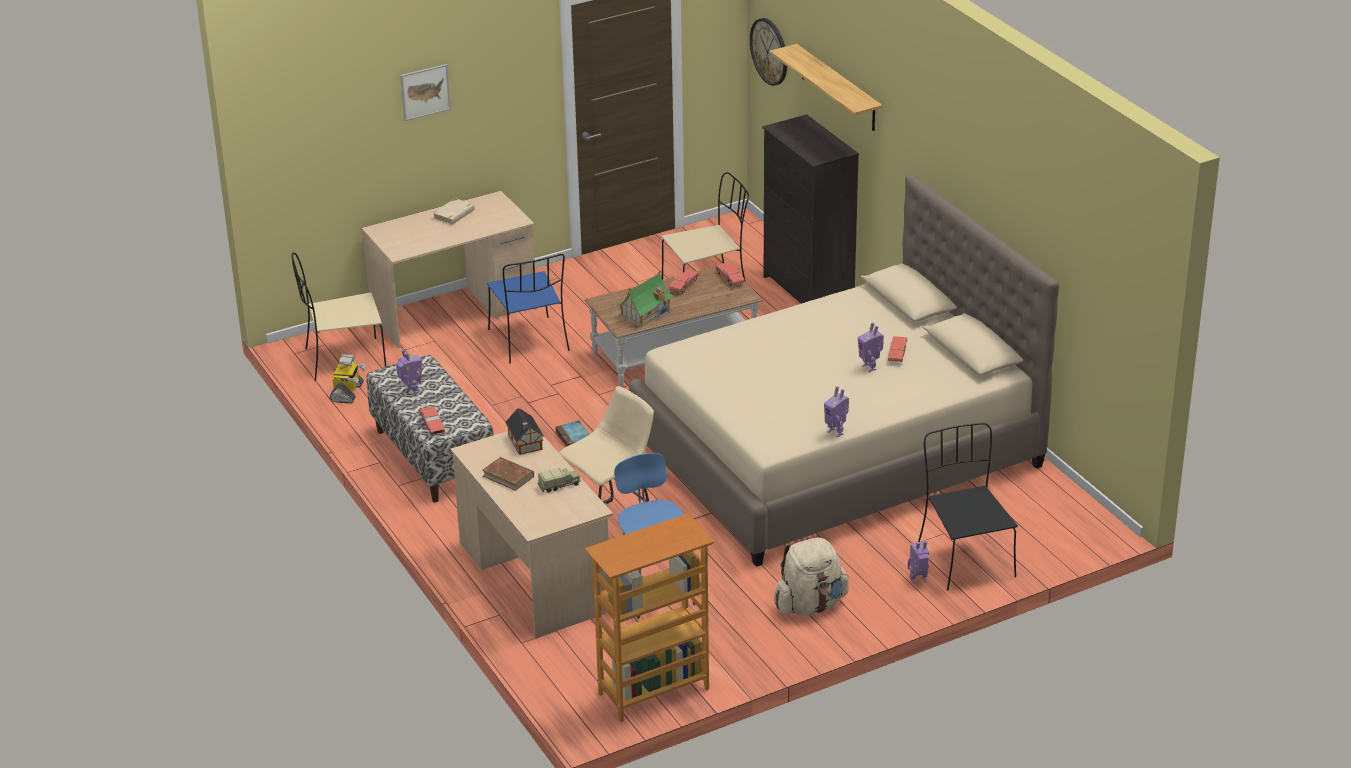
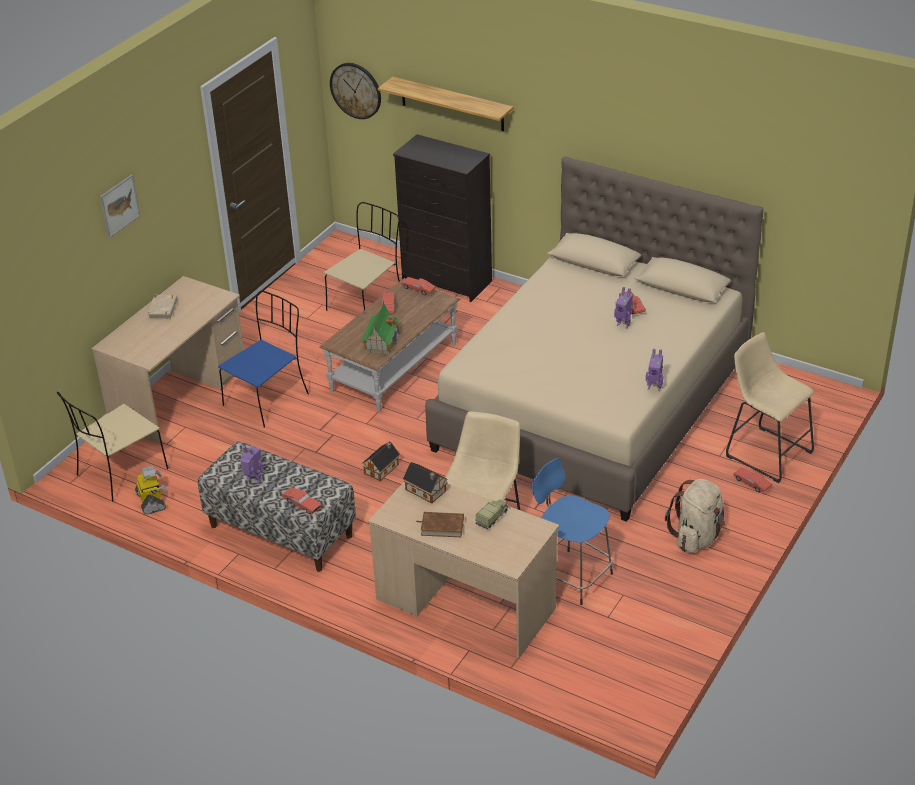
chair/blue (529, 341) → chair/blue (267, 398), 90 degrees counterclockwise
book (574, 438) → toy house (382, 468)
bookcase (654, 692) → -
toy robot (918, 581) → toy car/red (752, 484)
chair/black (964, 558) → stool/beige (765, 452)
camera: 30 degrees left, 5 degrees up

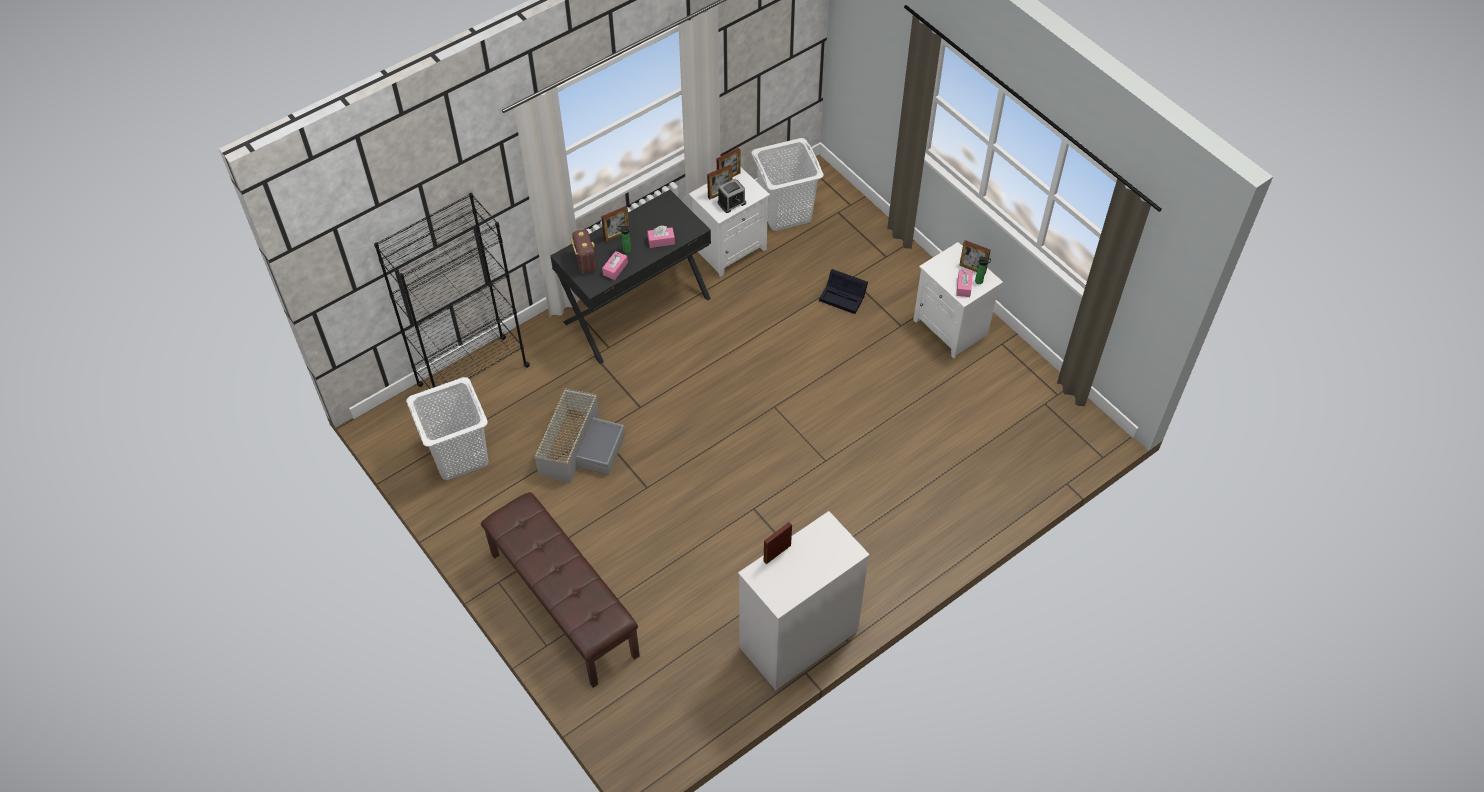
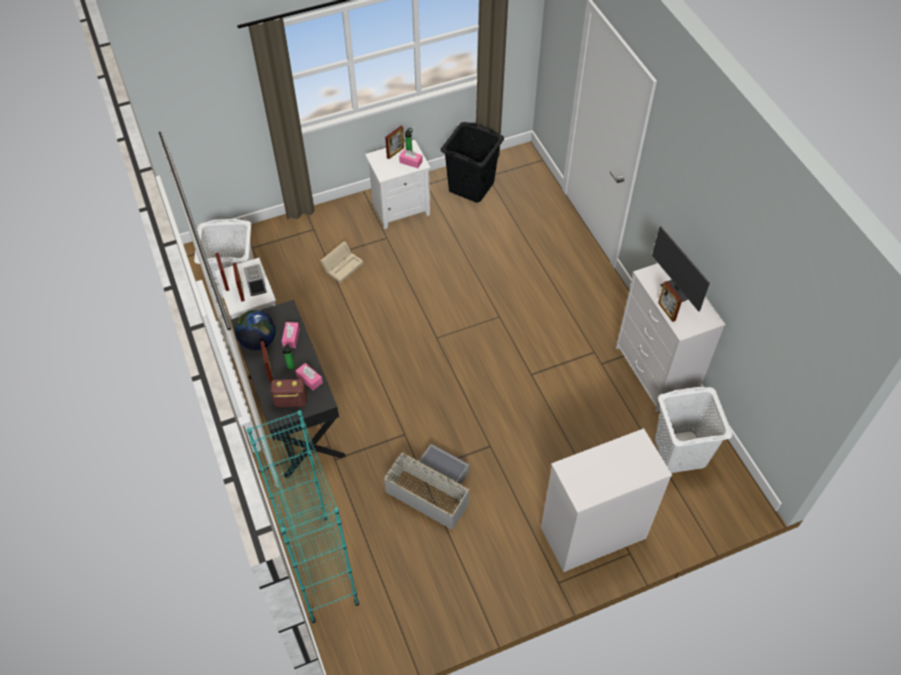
bookcase/black (473, 376) → bookcase/turquoise (319, 569)
laundry basket/white (458, 455) → laundry basket/white (680, 452), move
bench/brown (562, 604) → dresser/white (592, 533)
storage box/black (844, 297) → storage box/beige (343, 265)
- → globe (258, 341)
- → laundry basket/black (471, 186)
- → monitor (676, 291)
camera: 75 degrees left, 0 degrees up

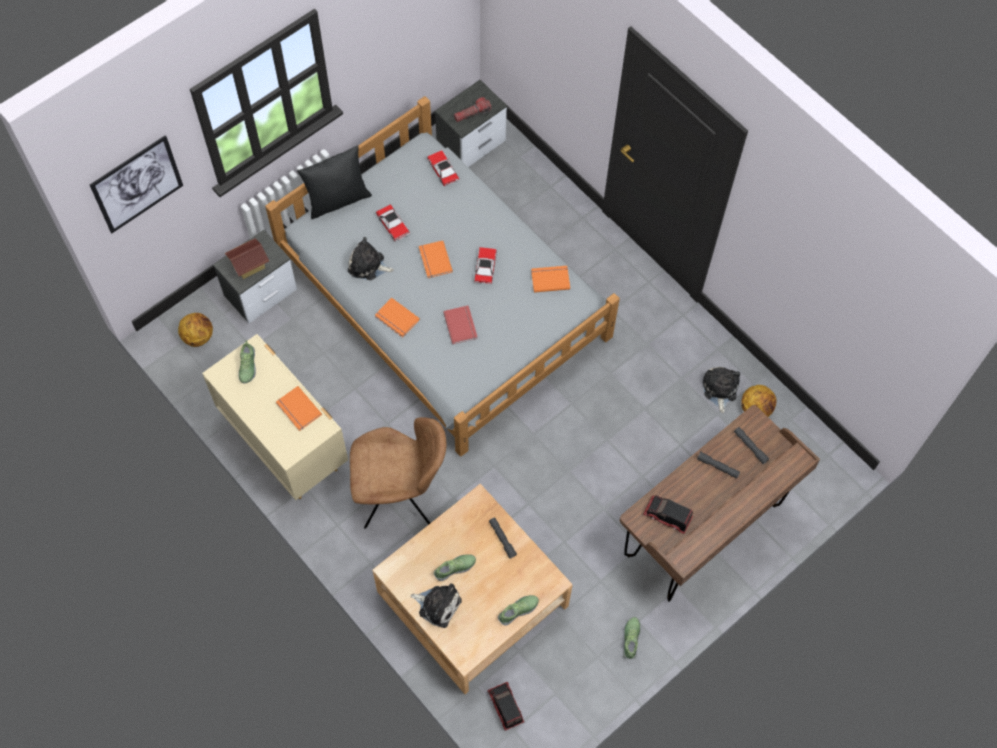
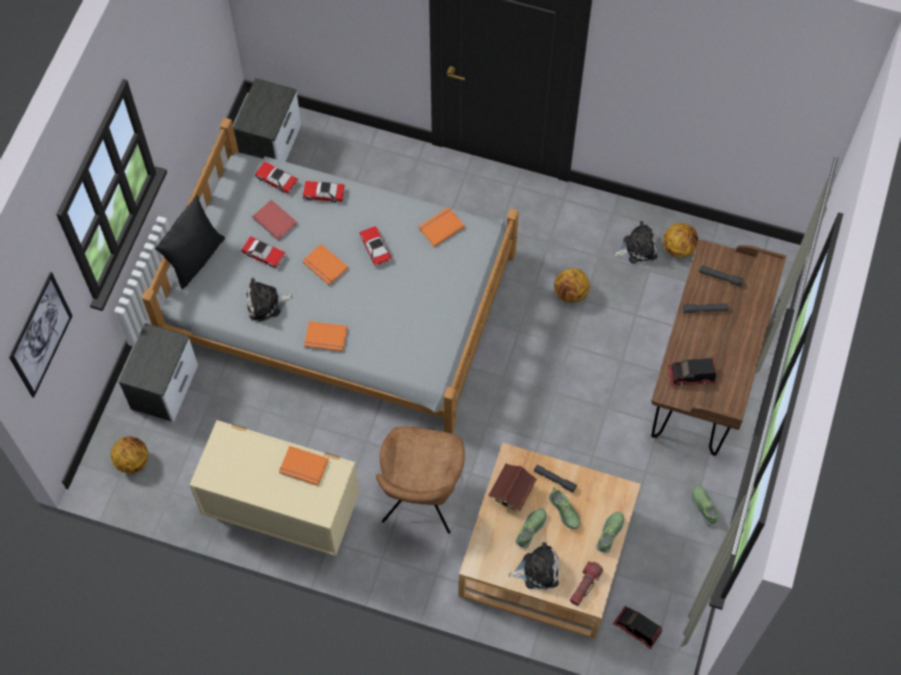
toy house (250, 266) → toy house (512, 494), move
shoe (247, 366) → shoe (564, 511), move
chair/brown (399, 495) → chair/brown (421, 499), 135 degrees clockwise
book/red (461, 325) → book/red (275, 220), move
flashlight (472, 114) → flashlight (585, 585), move
plush toy (719, 389) → plush toy (637, 248), 105 degrees clockwise
- → toy car (323, 193)
- → basketball (570, 293)
camera: 30 degrees left, 0 degrees up

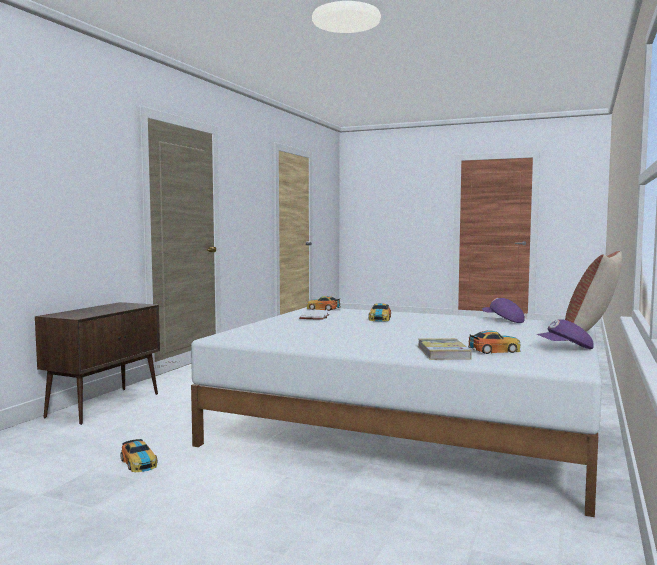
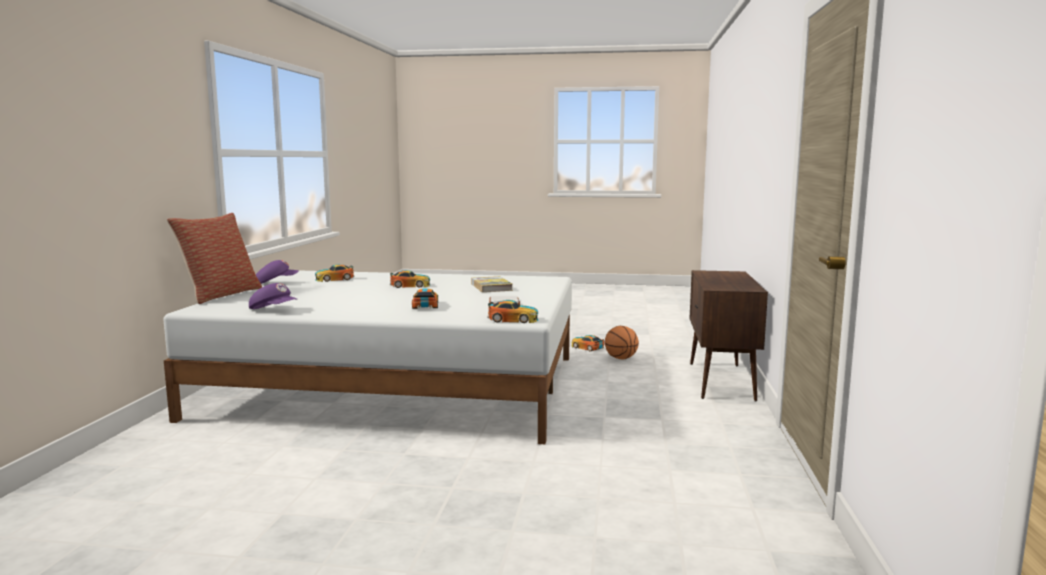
book (443, 352) → book (491, 287), move
- → toy car (410, 285)
- → basketball (621, 358)
camera: 165 degrees right, 5 degrees up

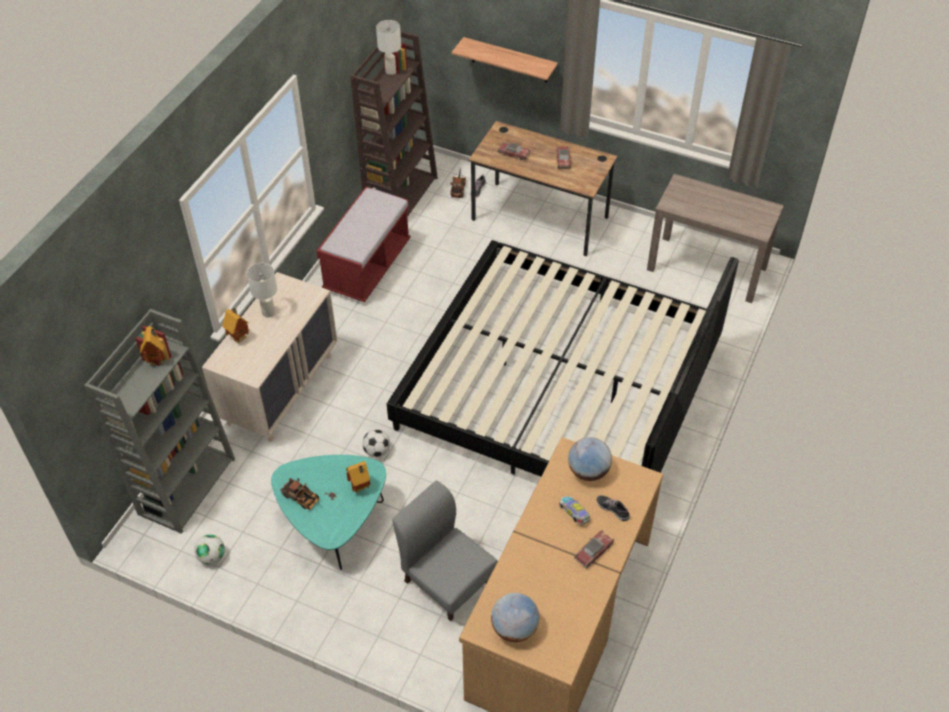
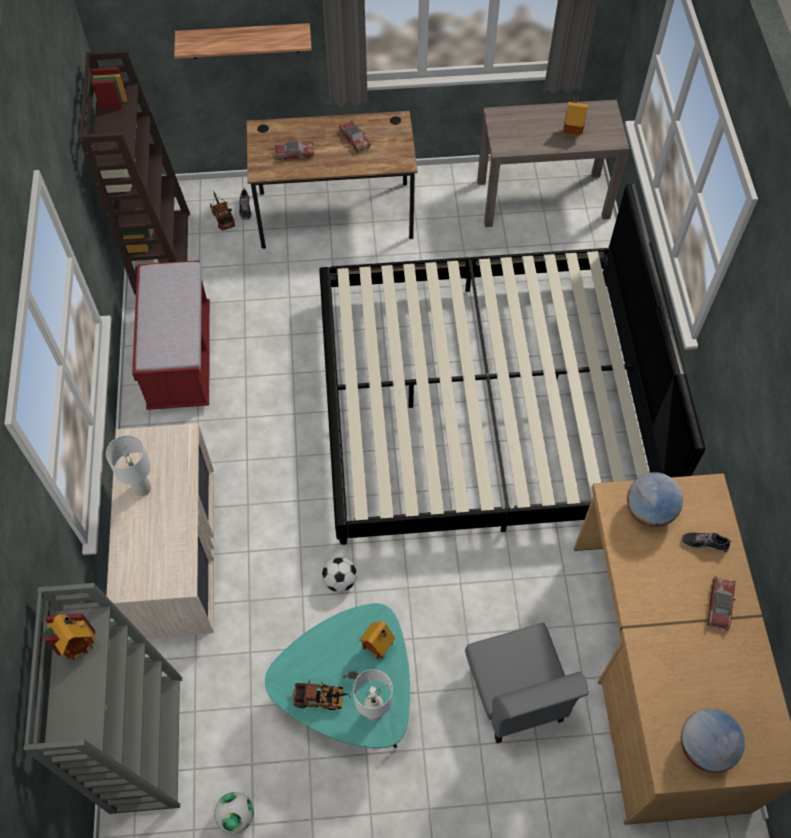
toy house (239, 337) → toy house (572, 133), move
table lamp/white (390, 71) → table lamp/white (374, 712), move
chair/grey (446, 580) → chair/grey (516, 694), 120 degrees counterclockwise
toy car (574, 513) → -
camera: 30 degrees left, 10 degrees up

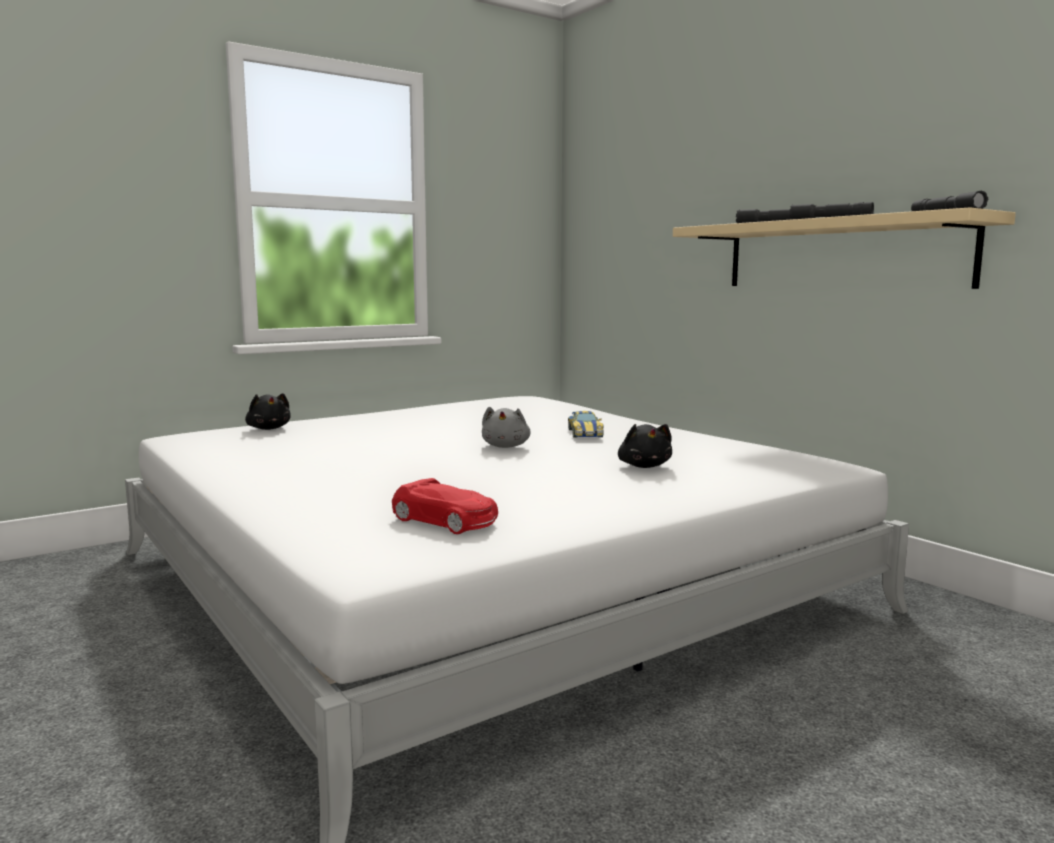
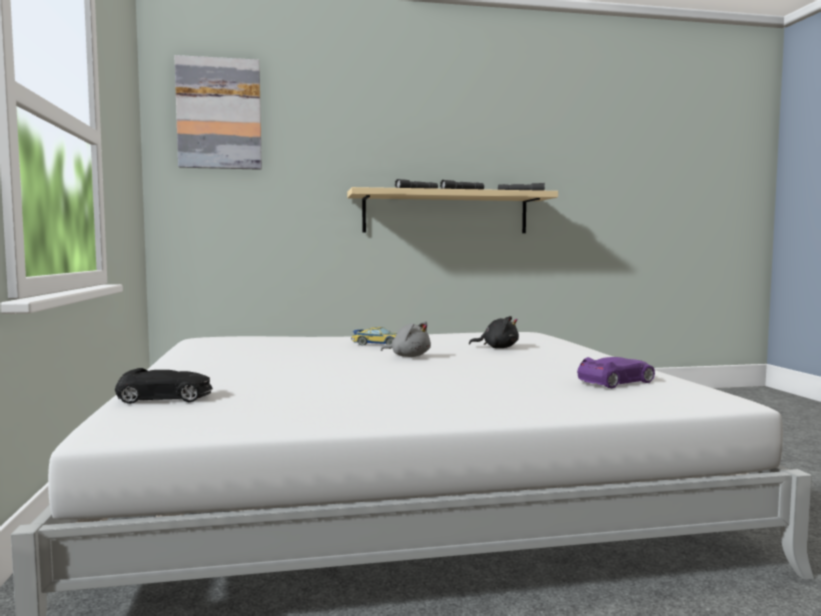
plush toy/black (269, 428) → toy car/black (166, 398)
toy car/red (446, 521) → toy car/purple (616, 382)
- → picture (219, 114)
camera: 65 degrees left, 5 degrees down

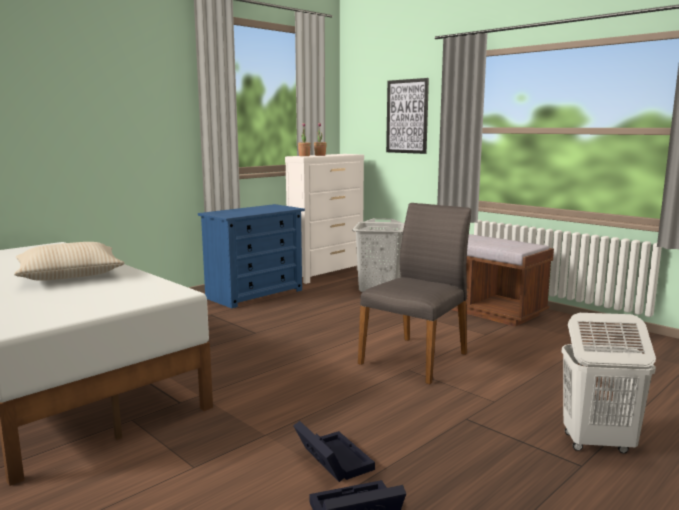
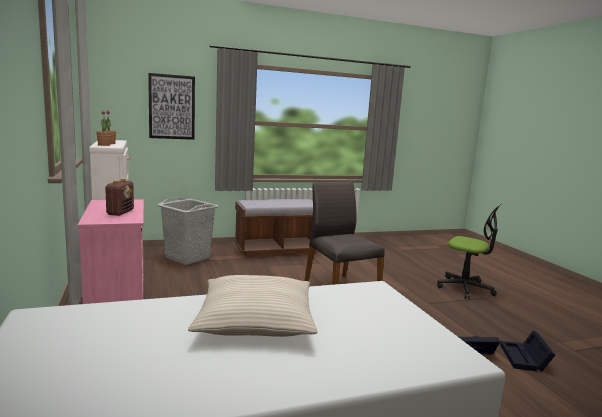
dresser/blue (255, 294) → dresser/pink (117, 299)
laundry basket/white (596, 443) → office chair (465, 288)
- → radio (120, 212)
camera: 65 degrees left, 0 degrees up

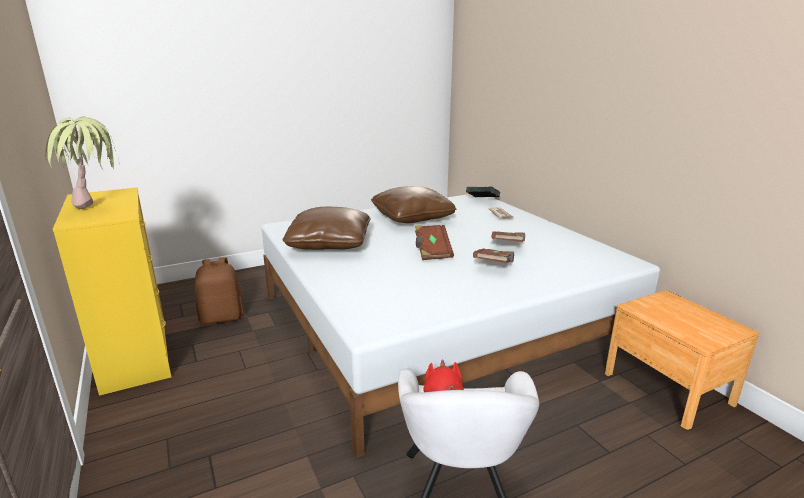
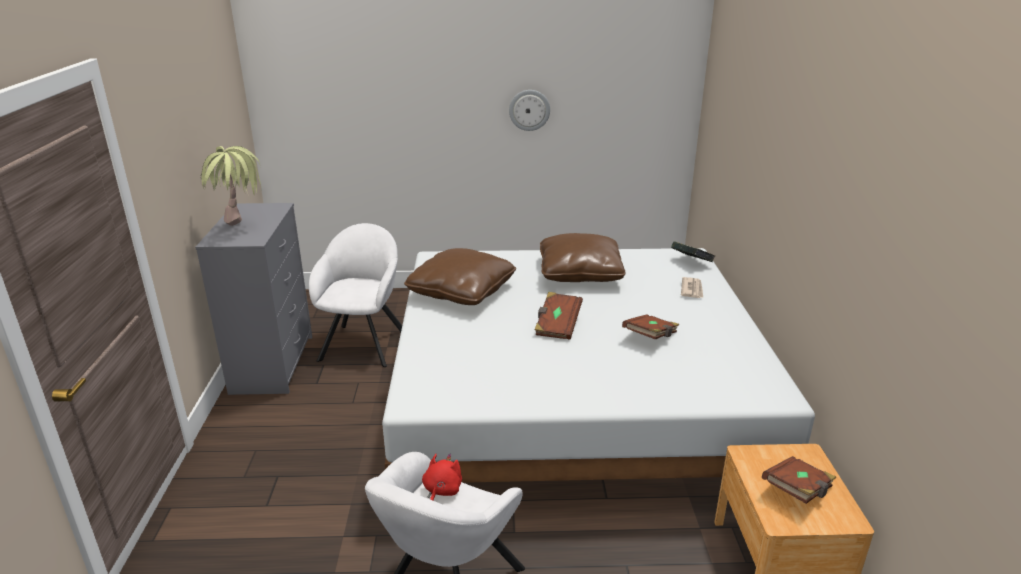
dresser/yellow (135, 355) → dresser/grey (273, 363)
backpack/brown (222, 317) → armchair/white (364, 342)
book/brown (494, 265) → book/brown (797, 491), move
- → wall clock (529, 110)
camera: 25 degrees right, 5 degrees up

